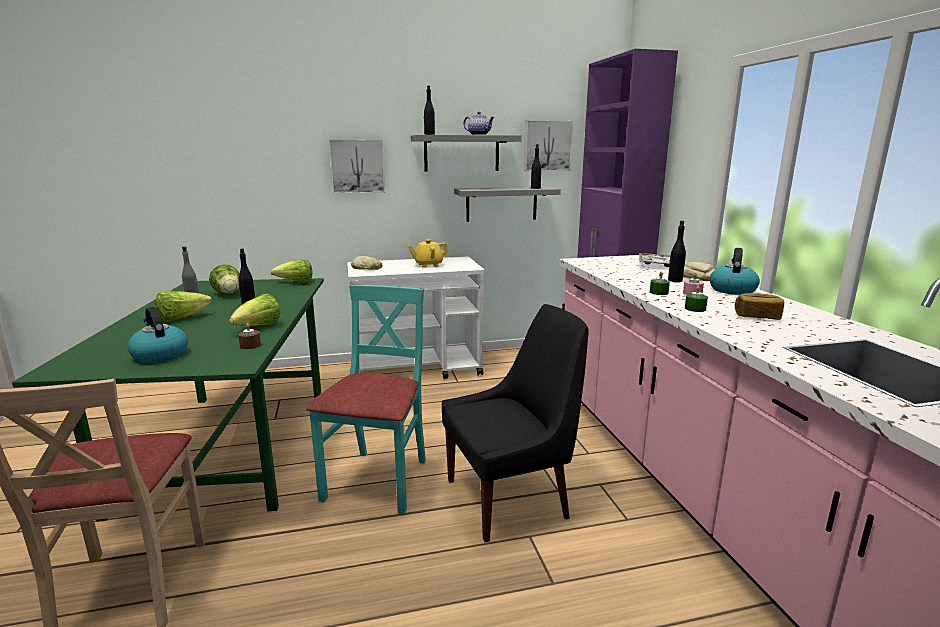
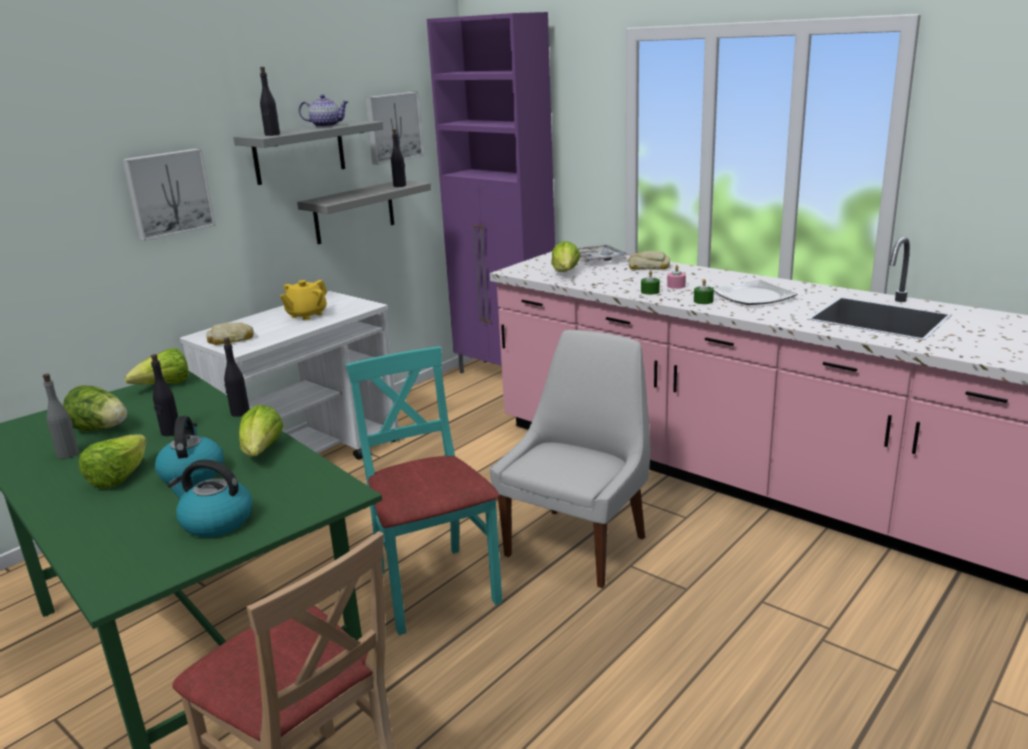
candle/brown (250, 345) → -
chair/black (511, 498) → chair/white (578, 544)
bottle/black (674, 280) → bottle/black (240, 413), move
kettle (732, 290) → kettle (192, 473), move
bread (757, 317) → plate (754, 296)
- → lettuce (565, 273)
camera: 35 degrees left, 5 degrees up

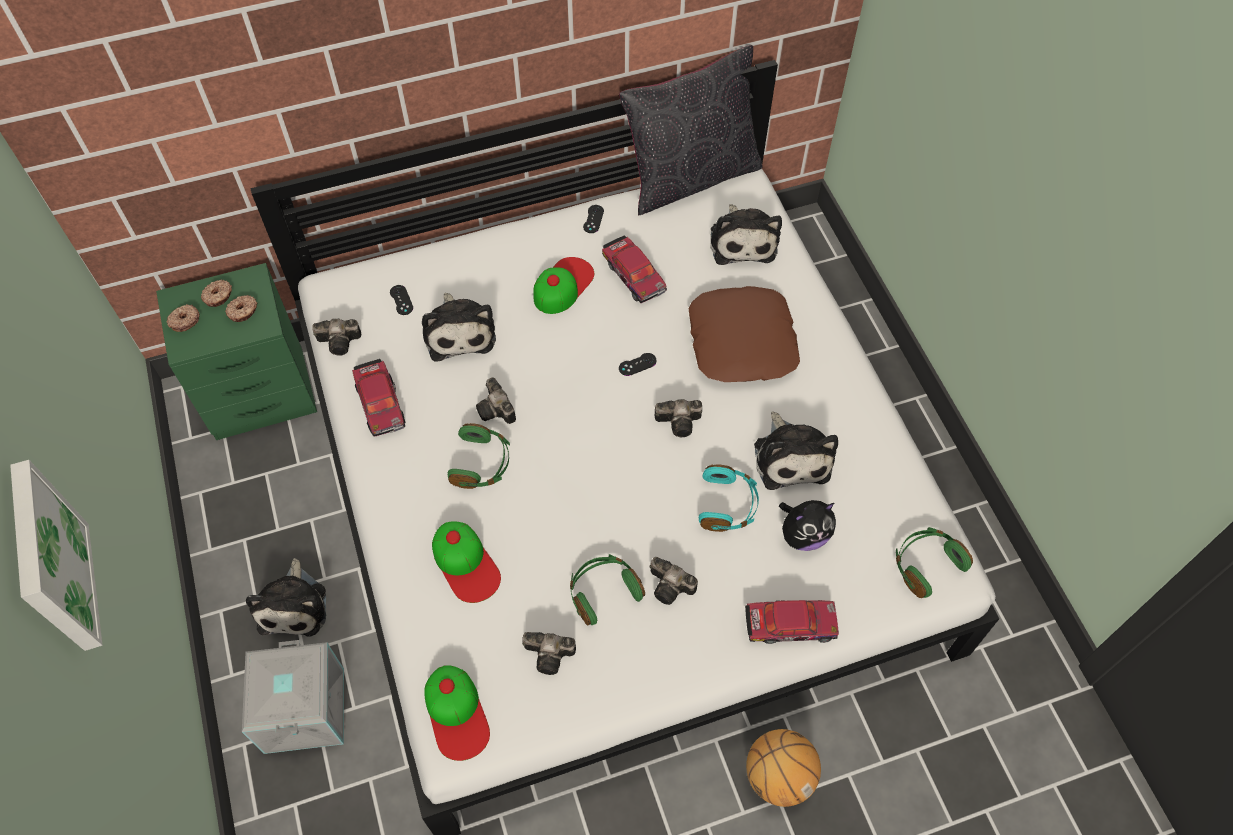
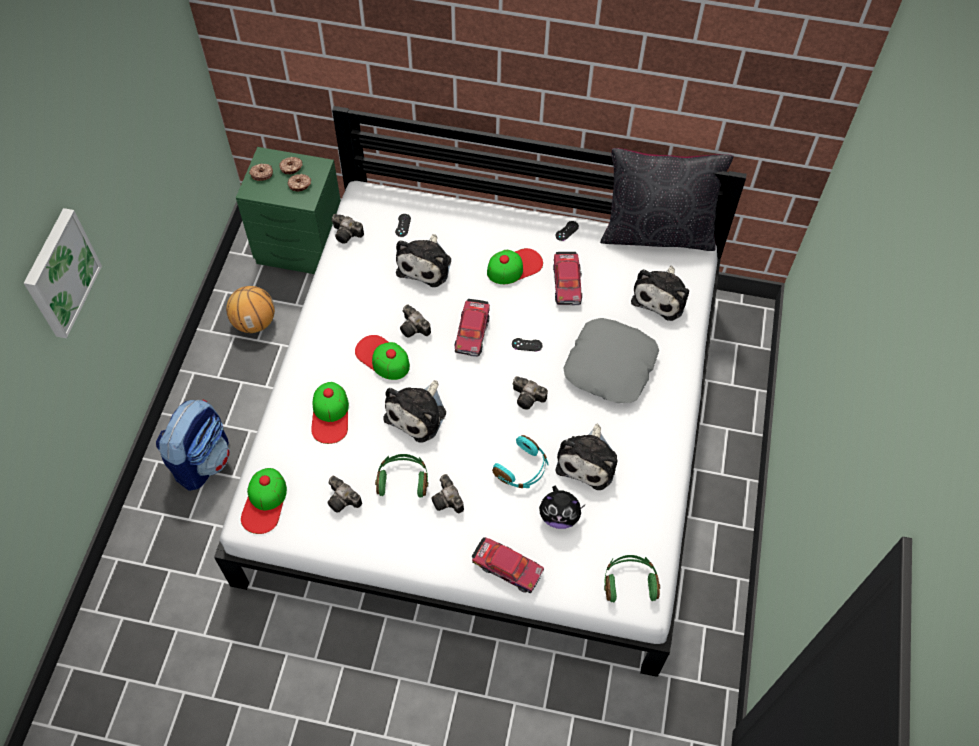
storage box/grey (302, 709) → backpack (203, 460)
plush toy (294, 605) → plush toy (418, 413), move
toy car (380, 402) → toy car (472, 331), move
headphones/green (482, 464) → cap (382, 358)
photo camera (497, 410) → photo camera (415, 328), 45 degrees counterclockwise
pillow/brown (743, 342) → pillow/grey (611, 366)
basketball (778, 776) → basketball (254, 322), move
camera: 30 degrees right, 0 degrees up

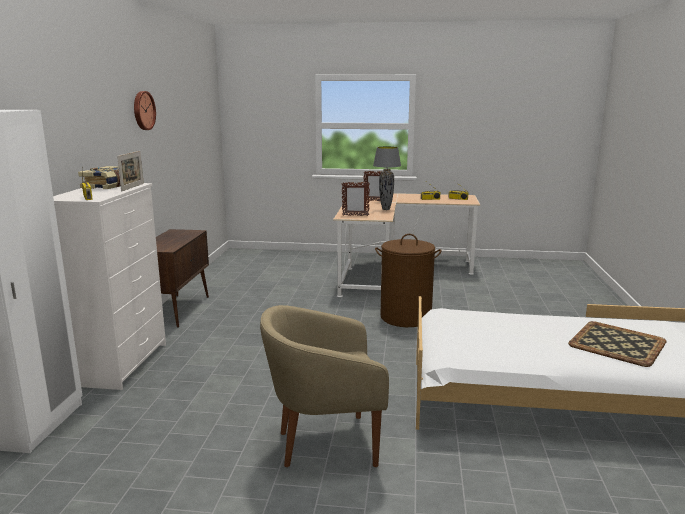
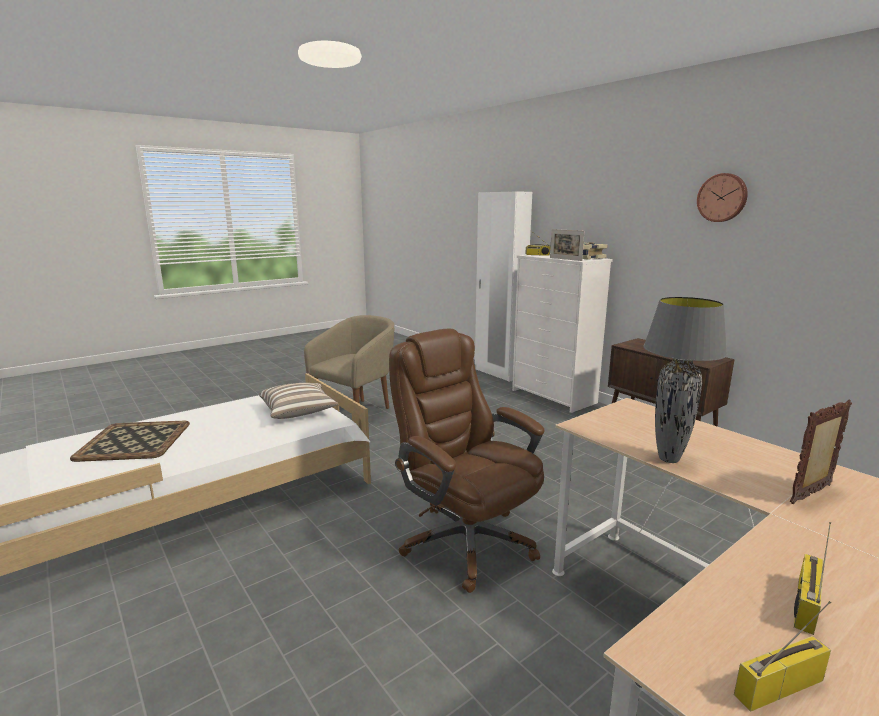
picture frame (355, 215) → -
laundry basket/brown (405, 317) → office chair/brown (466, 541)
- → pillow (298, 412)
camera: 135 degrees right, 0 degrees up

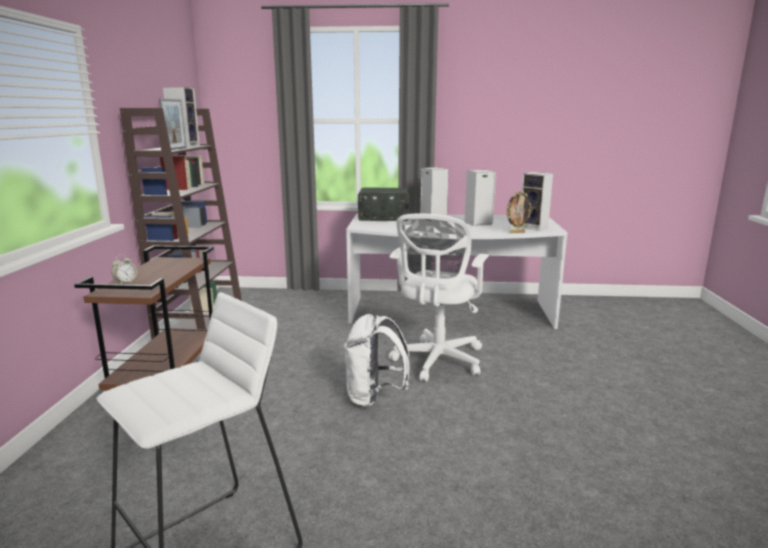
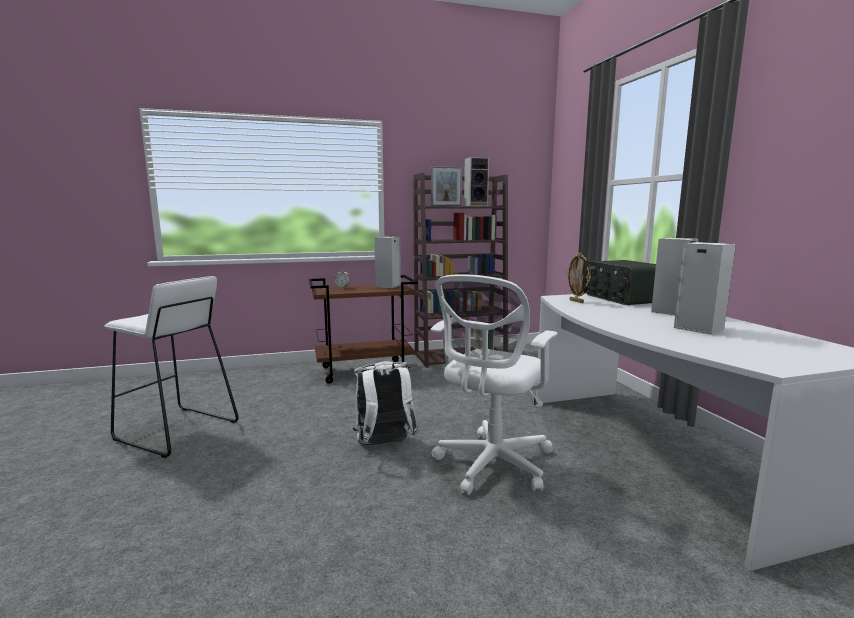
office chair/white (437, 362) → office chair/white (491, 466), 60 degrees counterclockwise
picture frame (517, 232) → picture frame (577, 301), move
speaker (534, 227) → speaker (388, 286), move
camera: 70 degrees right, 5 degrees down

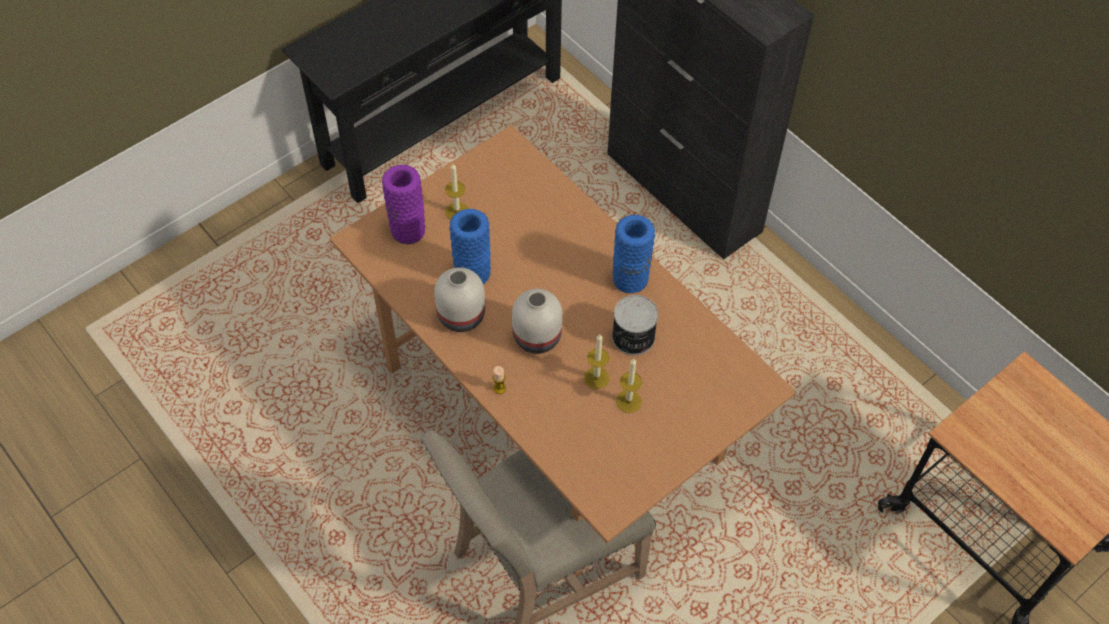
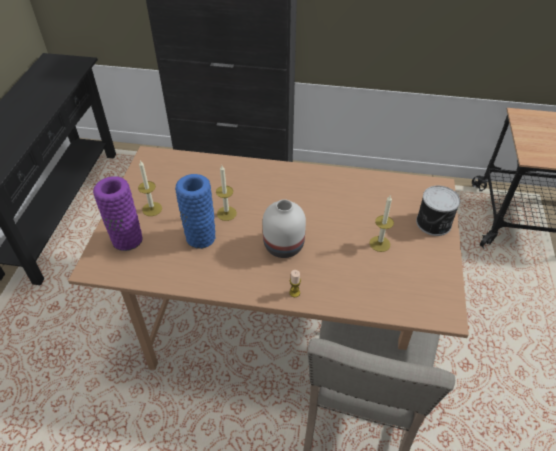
vase/white (461, 317) → -
candle (596, 378) → candle (226, 213), move
can (633, 338) → can (434, 223), move
vase/blue (630, 279) → -
camera: 40 degrees left, 10 degrees down

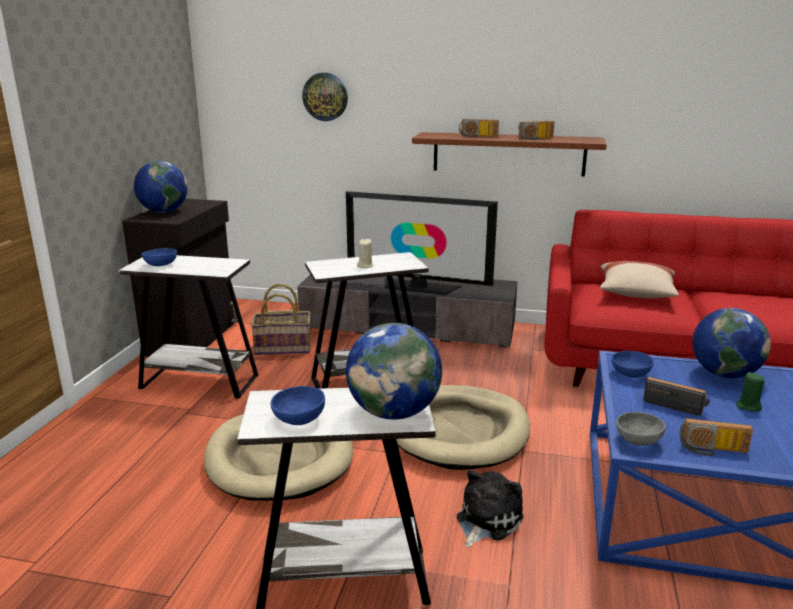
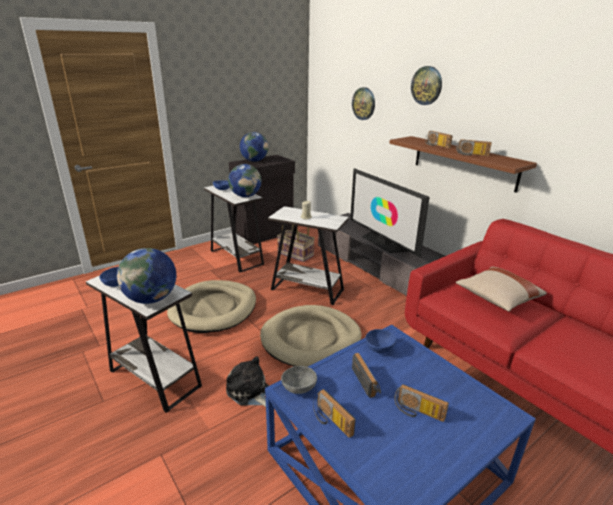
plush toy (486, 520) → plush toy (249, 392), 120 degrees counterclockwise
globe (724, 374) → globe (245, 196), move
candle/green (748, 407) → radio (417, 412)
- → wall clock (426, 85)
camera: 40 degrees right, 5 degrees up

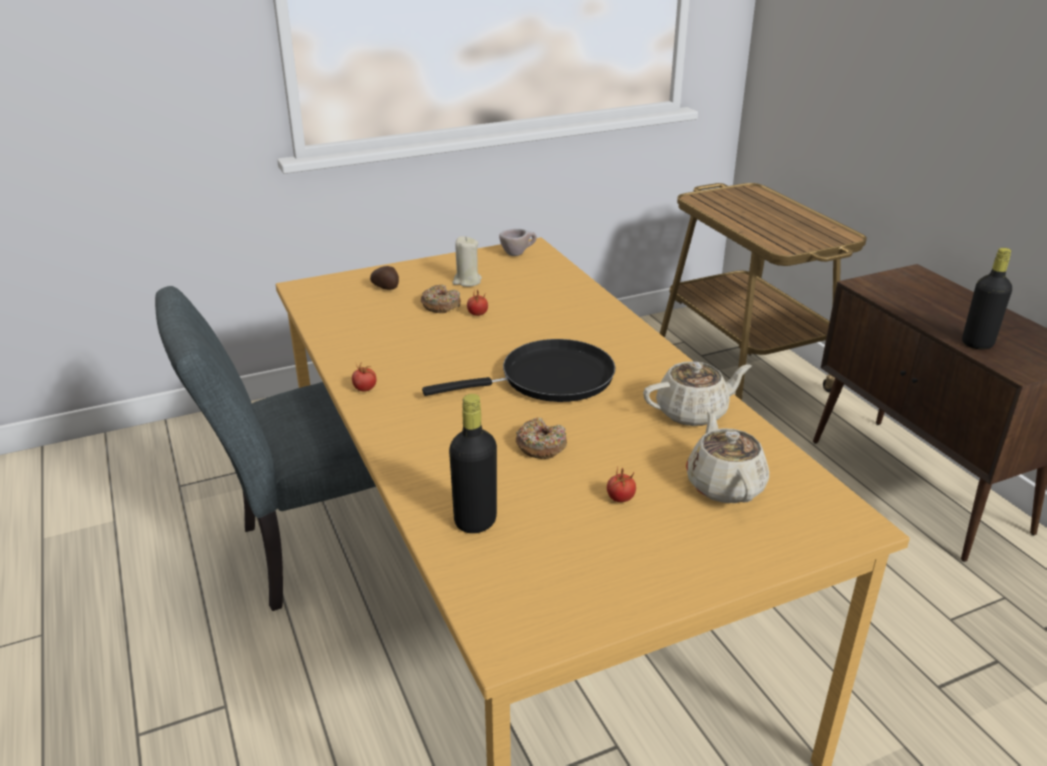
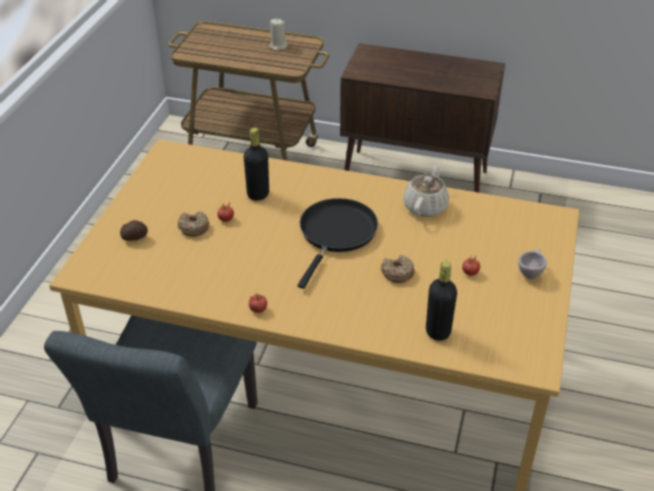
candle/beige (467, 281) → candle/beige (278, 46), move
cup/beige (518, 254) → cup/beige (530, 273), move
teapot/beige (724, 484) → -
bottle/black (977, 344) → bottle/black (258, 194), move
camera: 50 degrees left, 10 degrees up

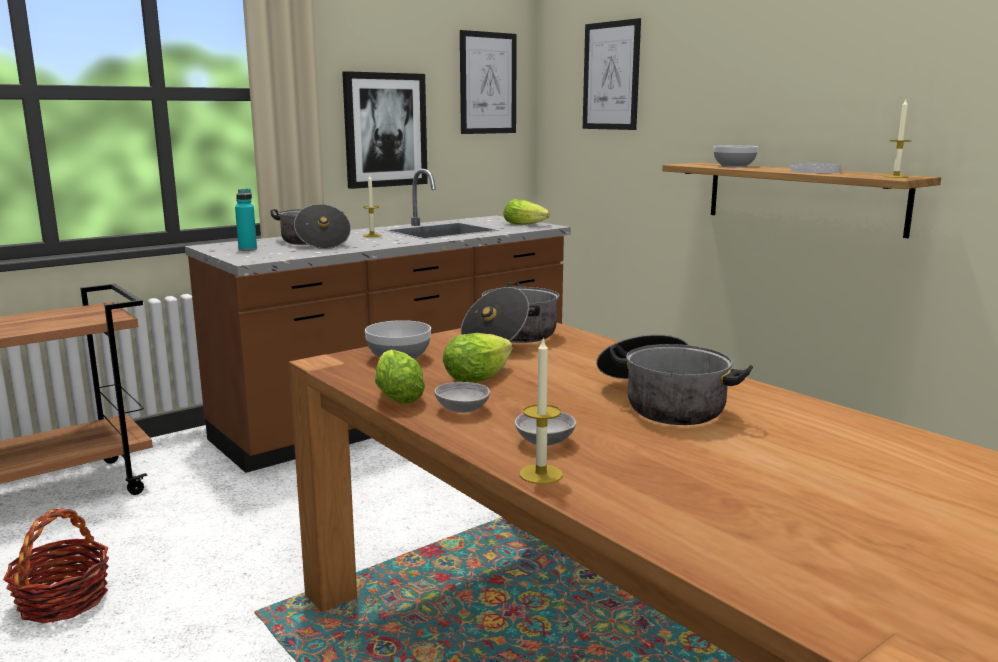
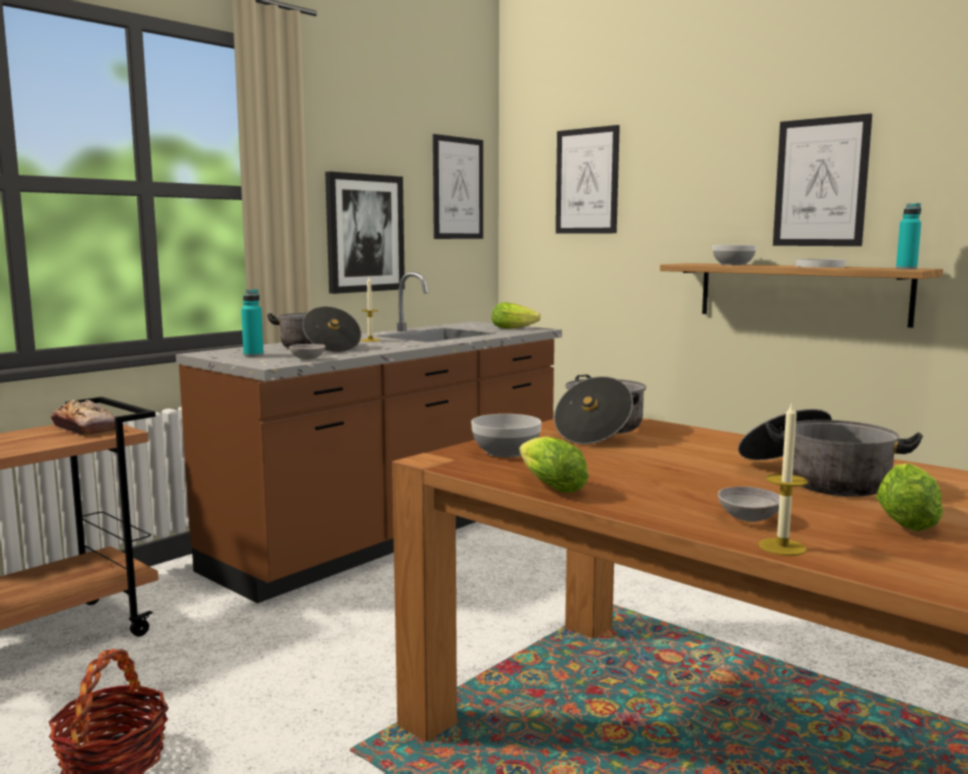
bowl/grey (462, 410) → bowl/grey (307, 359), move
lettuce (481, 376) → lettuce (908, 519), move
candle (896, 177) → bottle/turquoise (906, 268)
- → bread (85, 428)
- → picture (820, 182)
camera: 10 degrees left, 5 degrees down

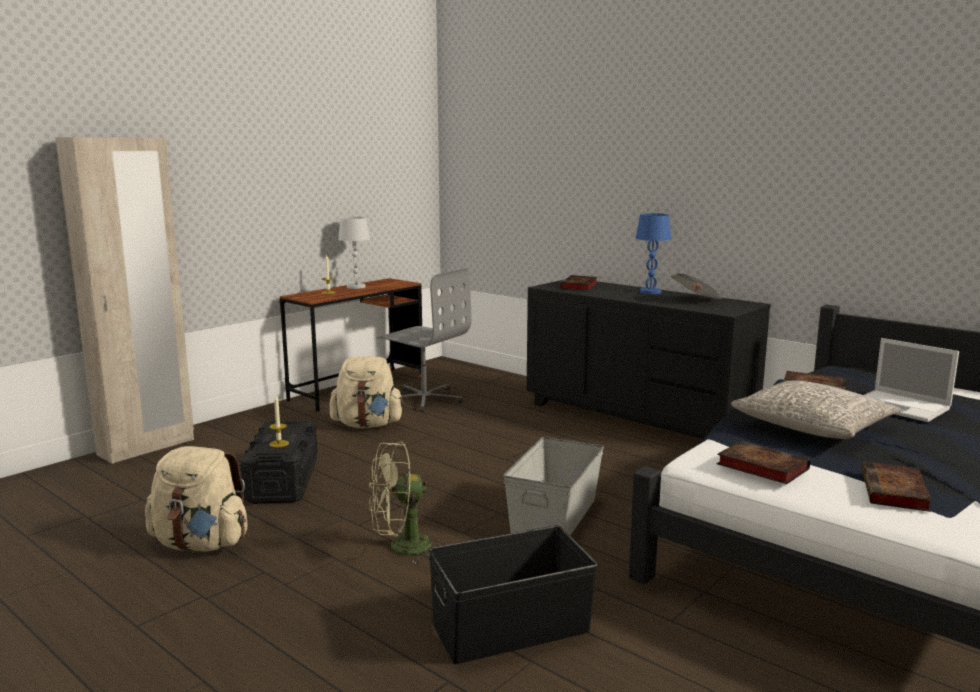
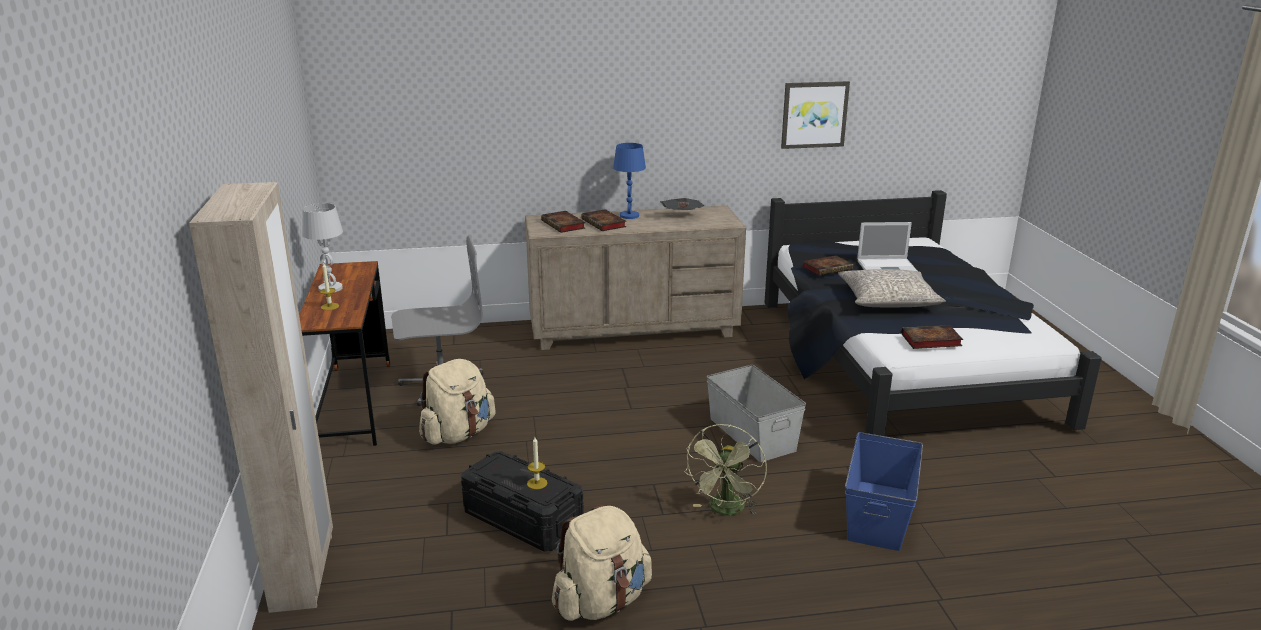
storage box/black (512, 629) → storage box/blue (879, 514)
dresser/black (636, 418) → dresser/beige (633, 330)
book (895, 492) → book (604, 223), move
- → picture (814, 114)
camera: 50 degrees left, 10 degrees up

